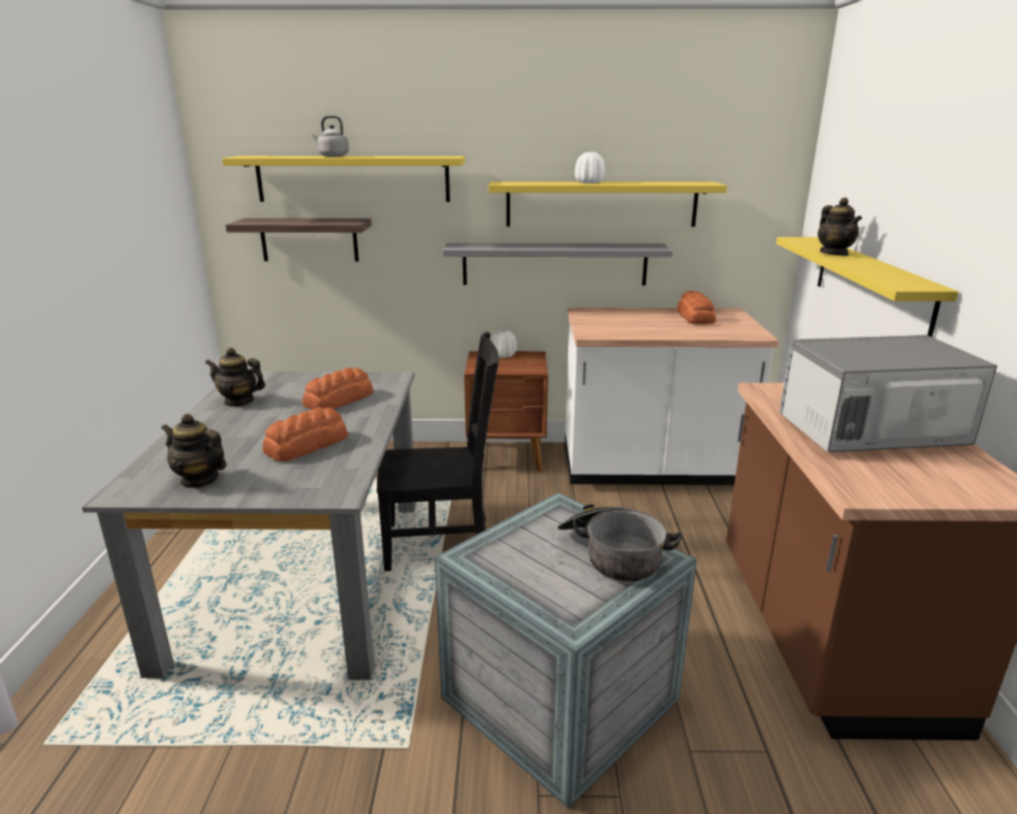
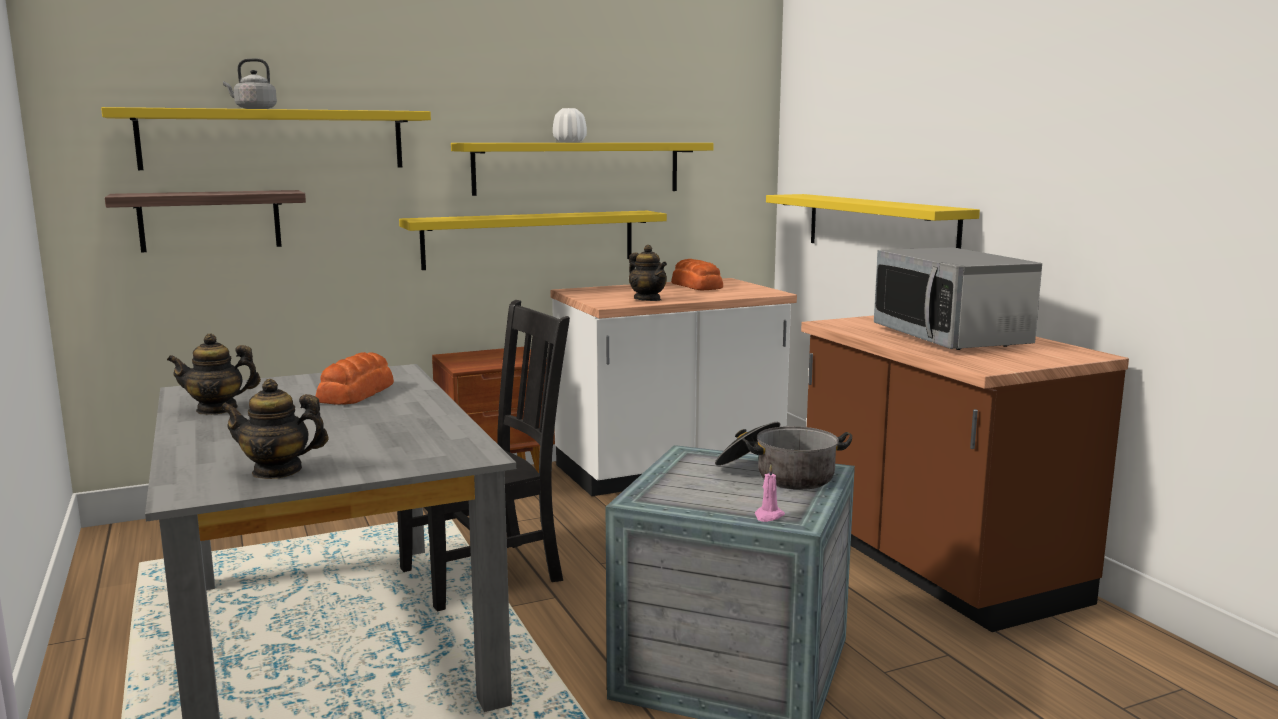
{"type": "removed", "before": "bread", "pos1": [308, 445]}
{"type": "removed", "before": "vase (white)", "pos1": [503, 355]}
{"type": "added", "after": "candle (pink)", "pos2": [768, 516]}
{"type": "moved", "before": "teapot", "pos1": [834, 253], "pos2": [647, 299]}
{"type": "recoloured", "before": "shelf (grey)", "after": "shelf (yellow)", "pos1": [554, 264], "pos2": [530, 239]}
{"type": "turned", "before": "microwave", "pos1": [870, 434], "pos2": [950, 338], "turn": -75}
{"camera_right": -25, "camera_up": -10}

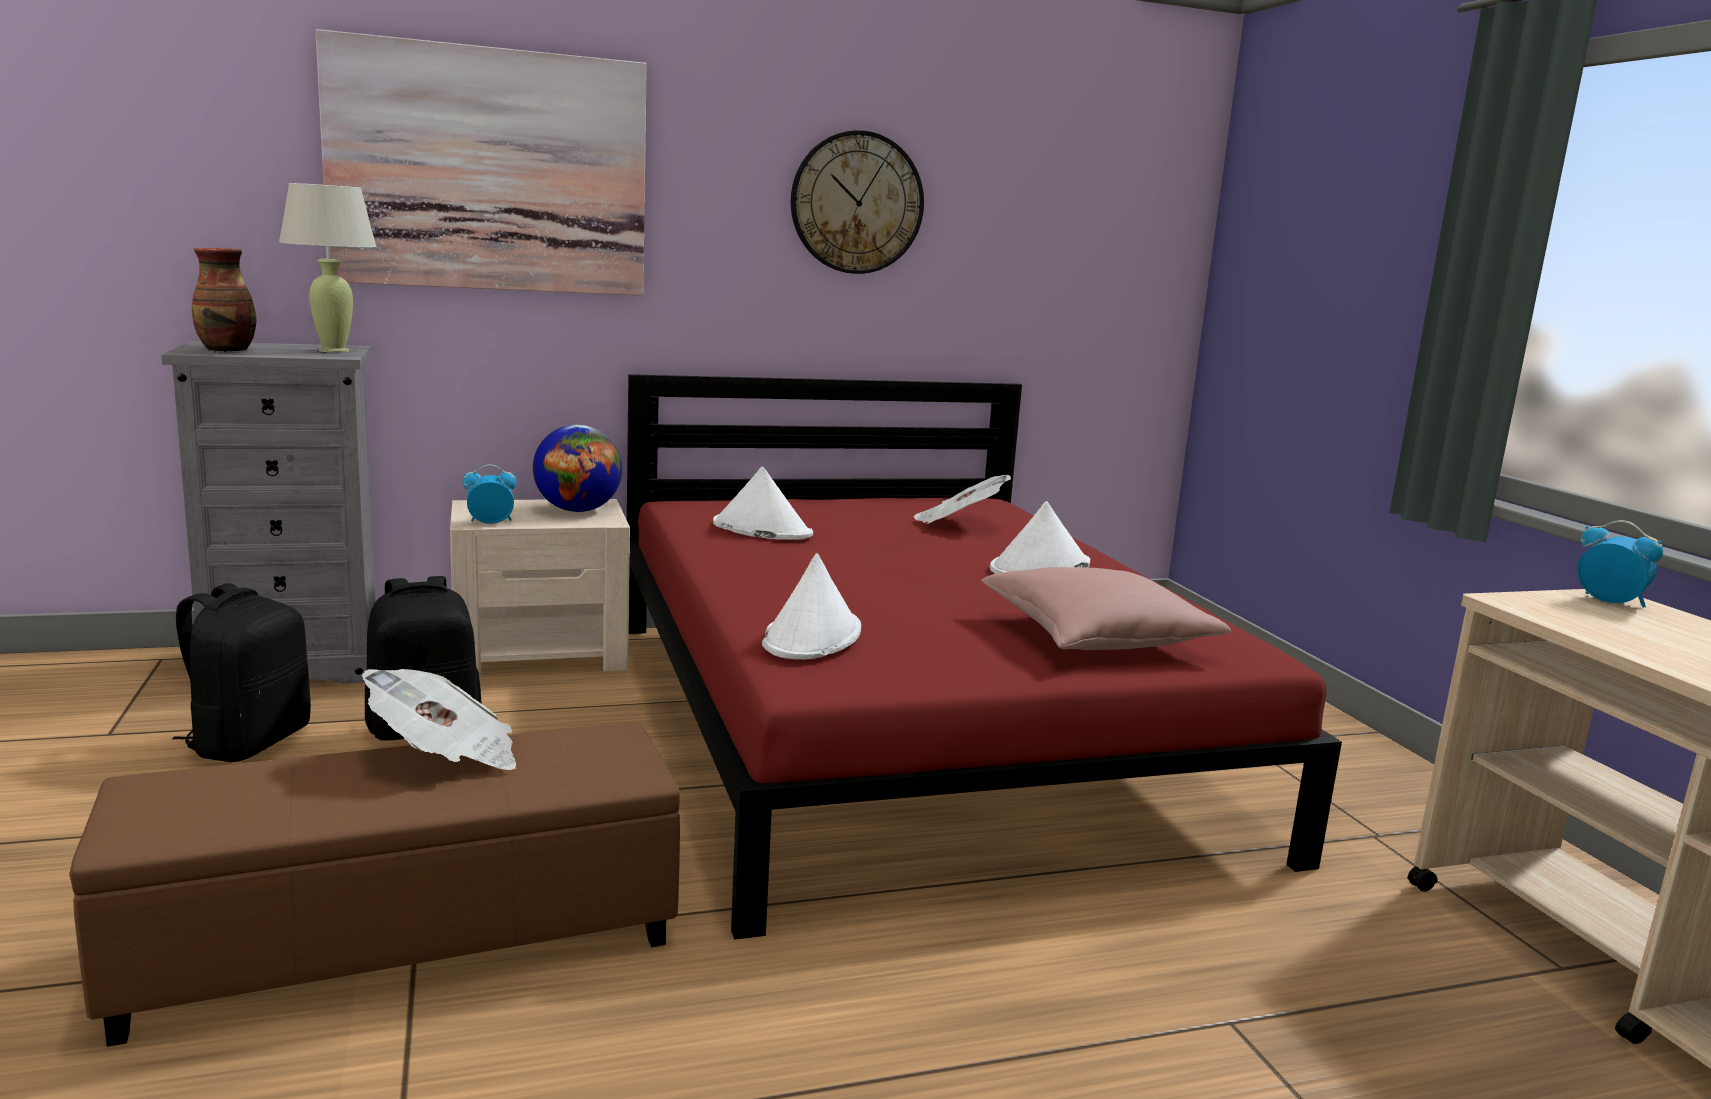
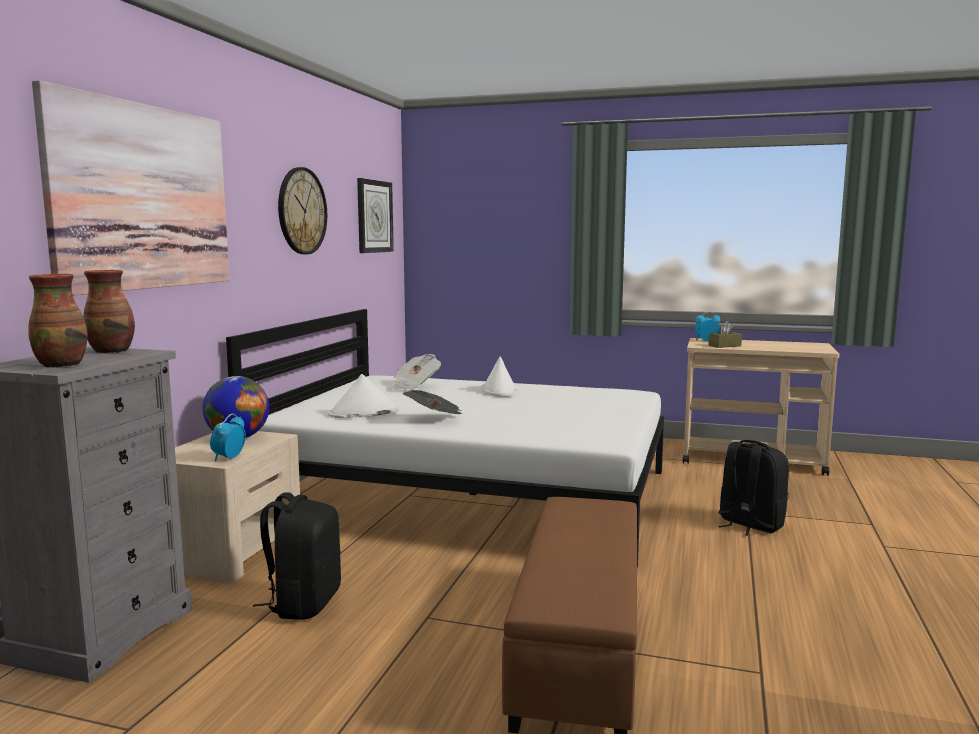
{"type": "removed", "before": "hat (white)", "pos1": [812, 637]}
{"type": "removed", "before": "pillow (pink)", "pos1": [1096, 638]}
{"type": "added", "after": "wall clock", "pos2": [374, 216]}
{"type": "added", "after": "tissue box (brown)", "pos2": [724, 346]}
{"type": "moved", "before": "backpack (black)", "pos1": [248, 742], "pos2": [749, 524]}
{"type": "moved", "before": "newspaper", "pos1": [446, 756], "pos2": [435, 419]}
{"type": "replaced", "before": "table lamp (beige)", "after": "vase", "pos1": [334, 350], "pos2": [112, 351]}
{"type": "recoloured", "before": "bed (red)", "after": "bed (white)", "pos1": [908, 726], "pos2": [469, 493]}
{"camera_right": -55, "camera_up": -5}

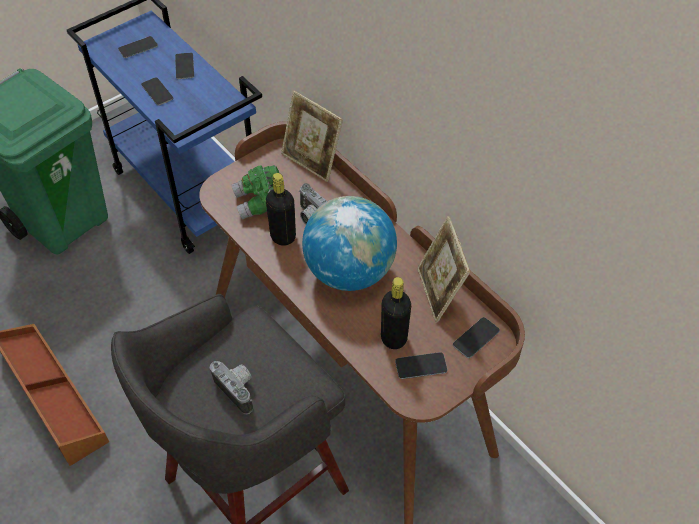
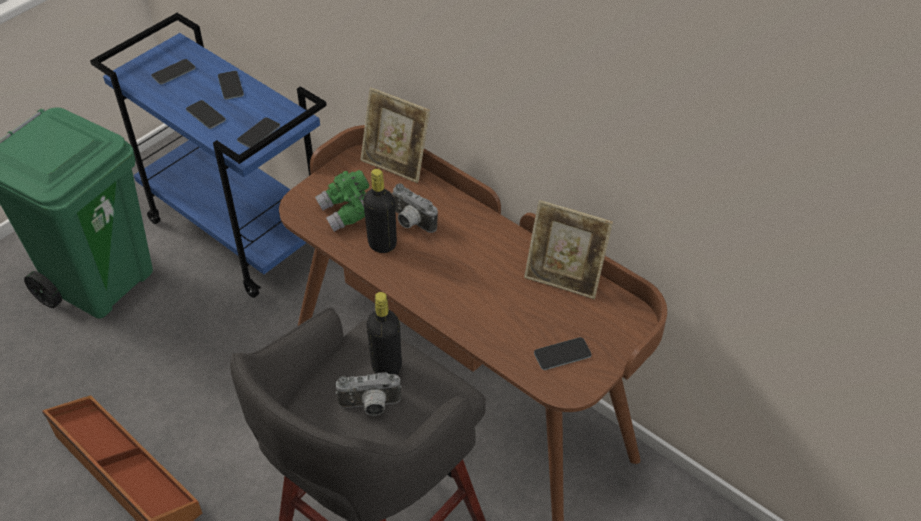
{"type": "removed", "before": "globe", "pos1": [349, 272]}
{"type": "moved", "before": "bottle (black)", "pos1": [394, 338], "pos2": [386, 367]}
{"type": "moved", "before": "phone", "pos1": [476, 338], "pos2": [258, 133]}
{"type": "turned", "before": "photo camera", "pos1": [238, 390], "pos2": [370, 407], "turn": 135}
{"type": "turned", "before": "picture frame", "pos1": [439, 293], "pos2": [564, 279], "turn": -45}
{"camera_right": -10, "camera_up": -5}

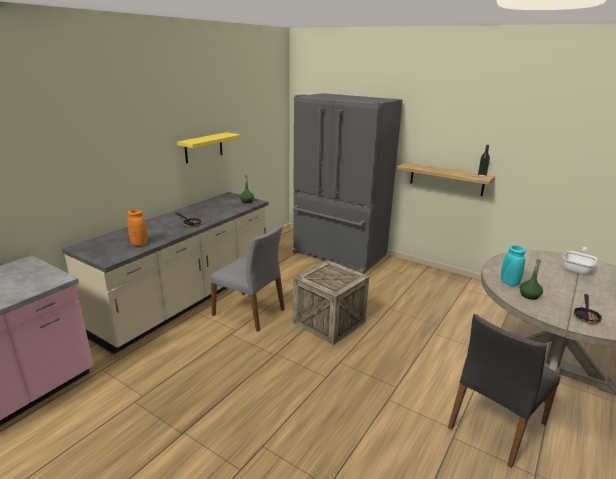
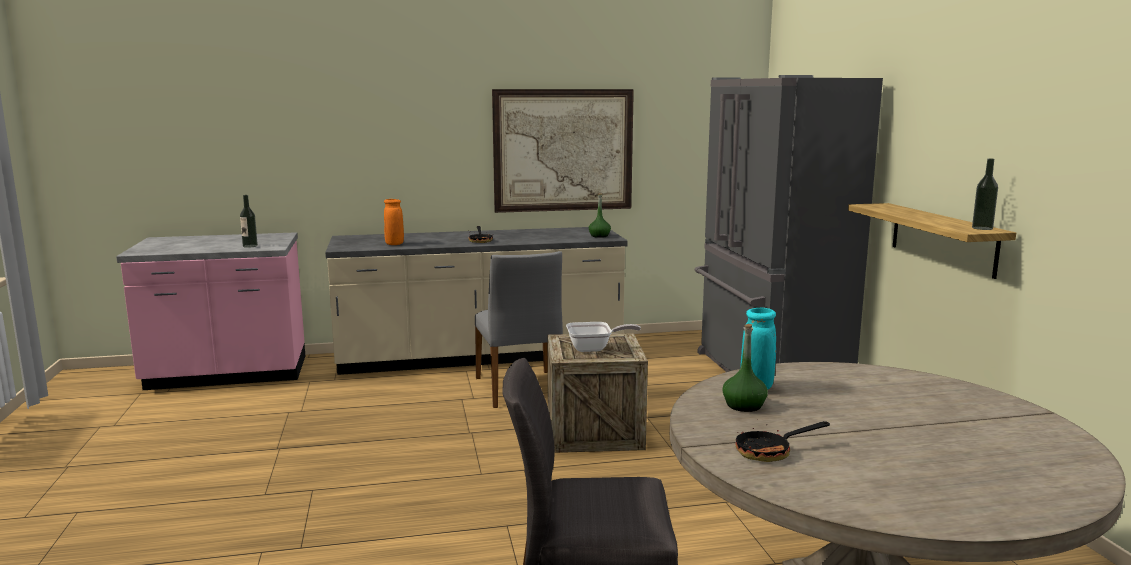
{"type": "added", "after": "bottle", "pos2": [250, 246]}
{"type": "moved", "before": "frying pan", "pos1": [577, 269], "pos2": [594, 348]}
{"type": "replaced", "before": "shelf (yellow)", "after": "picture", "pos1": [203, 147], "pos2": [563, 150]}
{"camera_right": 45, "camera_up": -10}

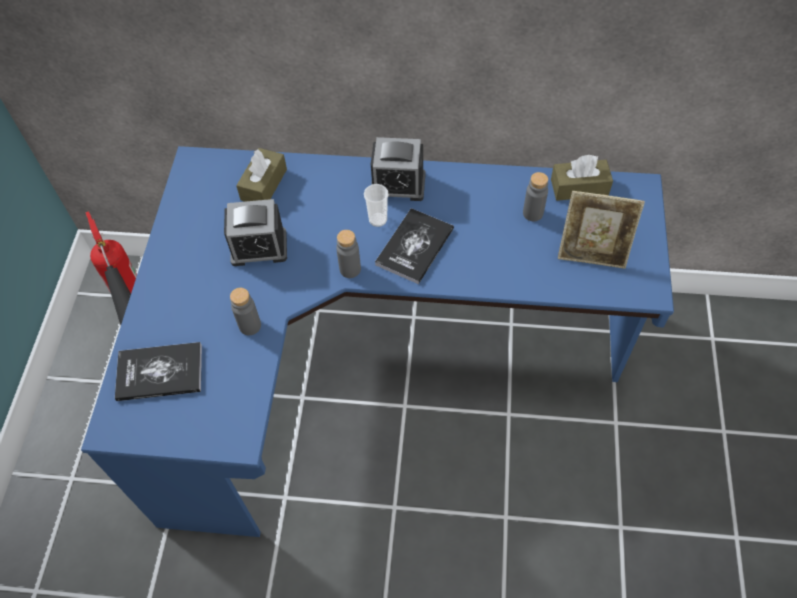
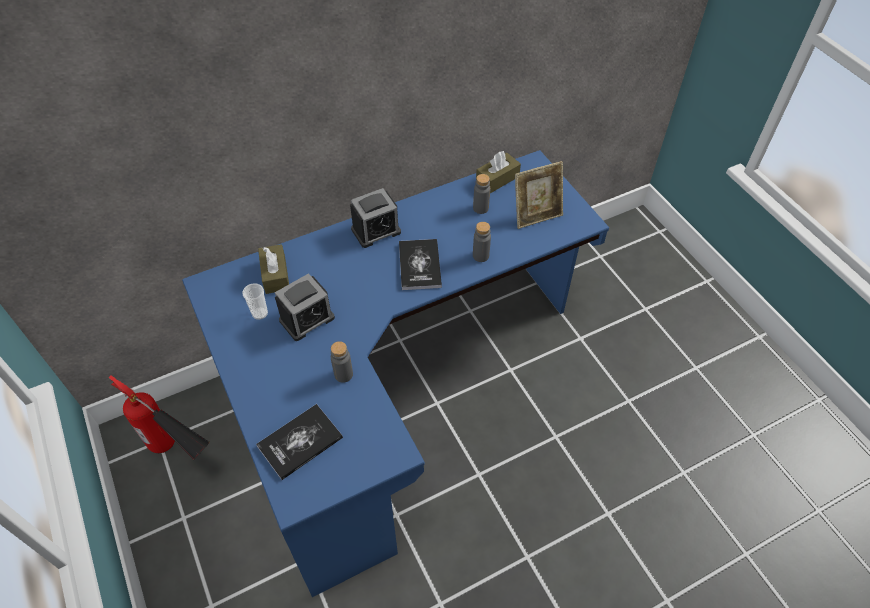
{"type": "moved", "before": "bottle (grey)", "pos1": [350, 269], "pos2": [480, 256]}
{"type": "moved", "before": "cup", "pos1": [378, 220], "pos2": [260, 313]}
{"camera_right": -35, "camera_up": -5}

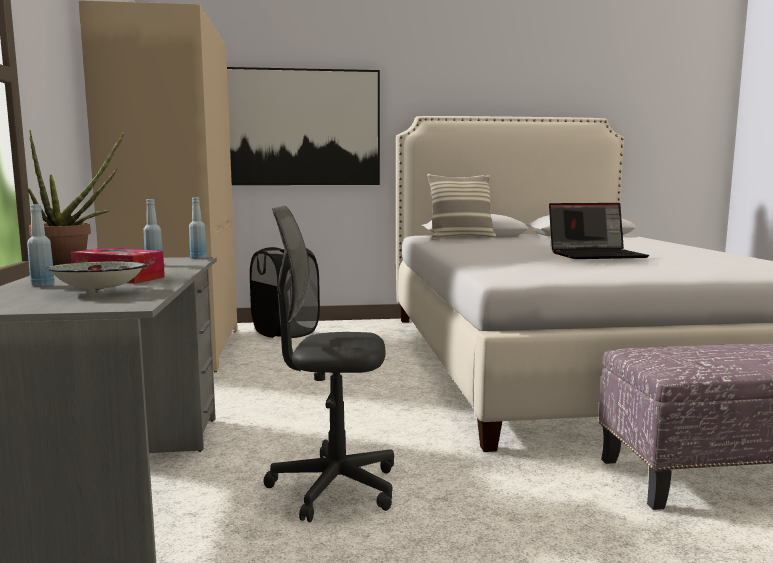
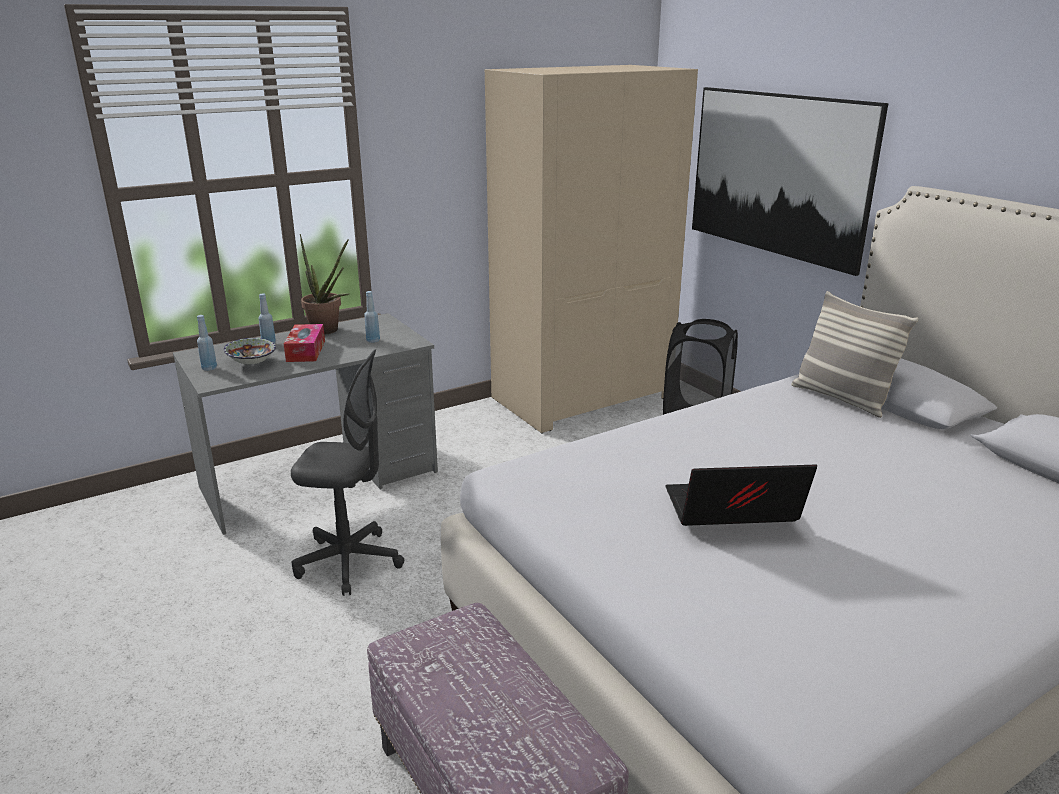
{"type": "moved", "before": "bottle (blue)", "pos1": [198, 258], "pos2": [209, 368]}
{"type": "turned", "before": "office chair (grey)", "pos1": [334, 487], "pos2": [349, 562], "turn": 120}
{"type": "turned", "before": "laptop", "pos1": [596, 255], "pos2": [730, 511], "turn": 120}
{"camera_right": 65, "camera_up": 15}

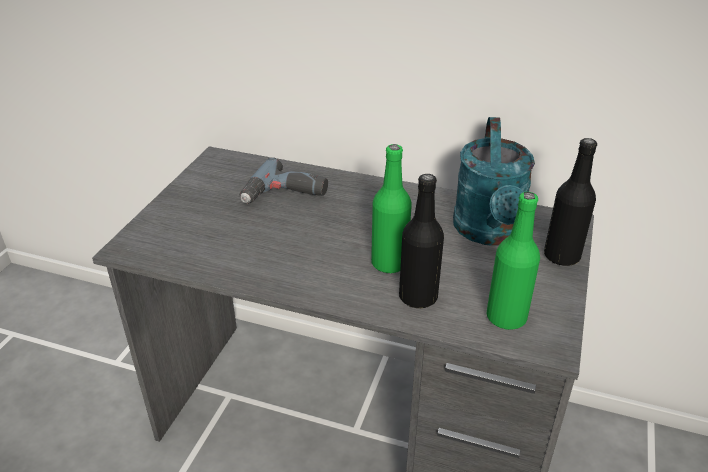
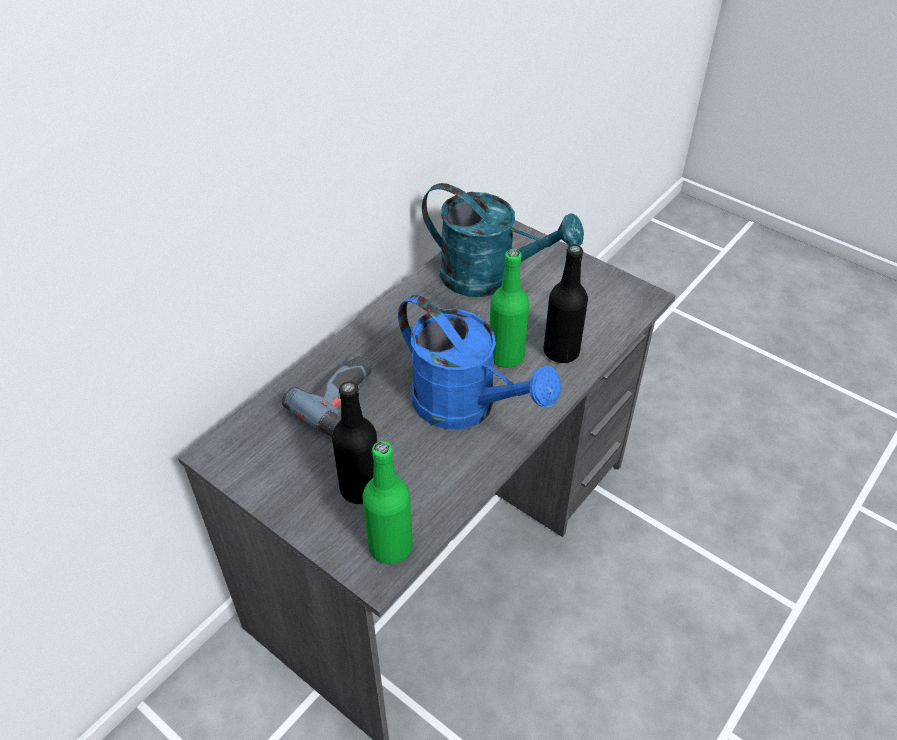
{"type": "added", "after": "watering can (blue)", "pos2": [466, 407]}
{"type": "moved", "before": "bottle (green)", "pos1": [506, 317], "pos2": [390, 547]}
{"type": "moved", "before": "bottle (black)", "pos1": [561, 256], "pos2": [360, 488]}
{"camera_right": -70, "camera_up": 10}

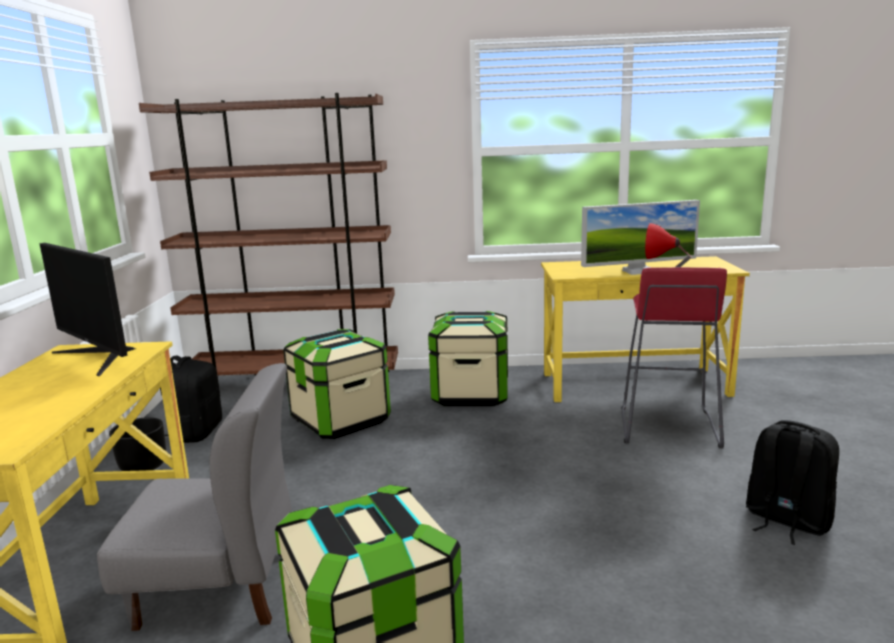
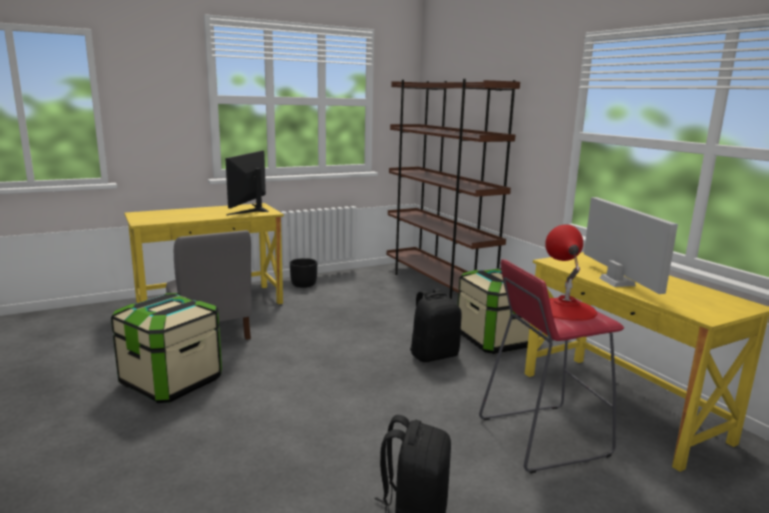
{"type": "removed", "before": "storage box", "pos1": [341, 420]}
{"type": "moved", "before": "backpack (black)", "pos1": [196, 432], "pos2": [434, 355]}
{"type": "turned", "before": "monitor", "pos1": [638, 271], "pos2": [617, 282], "turn": -150}
{"camera_right": 60, "camera_up": 0}

